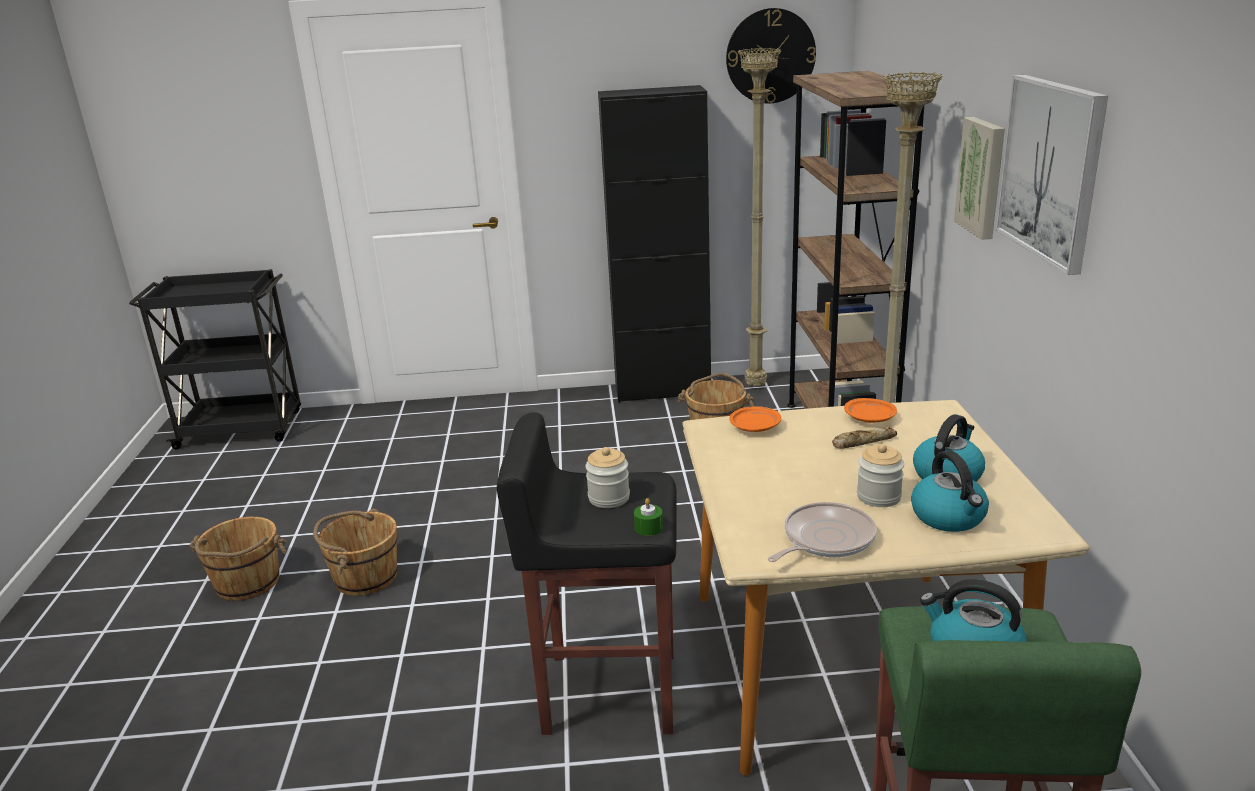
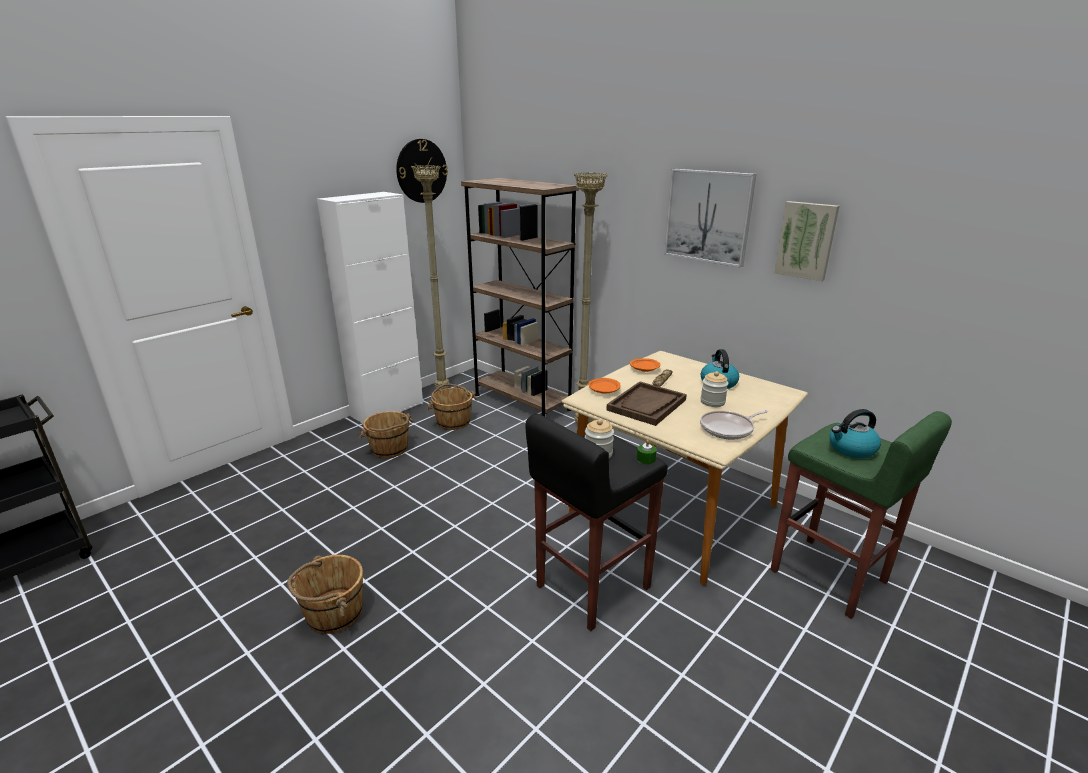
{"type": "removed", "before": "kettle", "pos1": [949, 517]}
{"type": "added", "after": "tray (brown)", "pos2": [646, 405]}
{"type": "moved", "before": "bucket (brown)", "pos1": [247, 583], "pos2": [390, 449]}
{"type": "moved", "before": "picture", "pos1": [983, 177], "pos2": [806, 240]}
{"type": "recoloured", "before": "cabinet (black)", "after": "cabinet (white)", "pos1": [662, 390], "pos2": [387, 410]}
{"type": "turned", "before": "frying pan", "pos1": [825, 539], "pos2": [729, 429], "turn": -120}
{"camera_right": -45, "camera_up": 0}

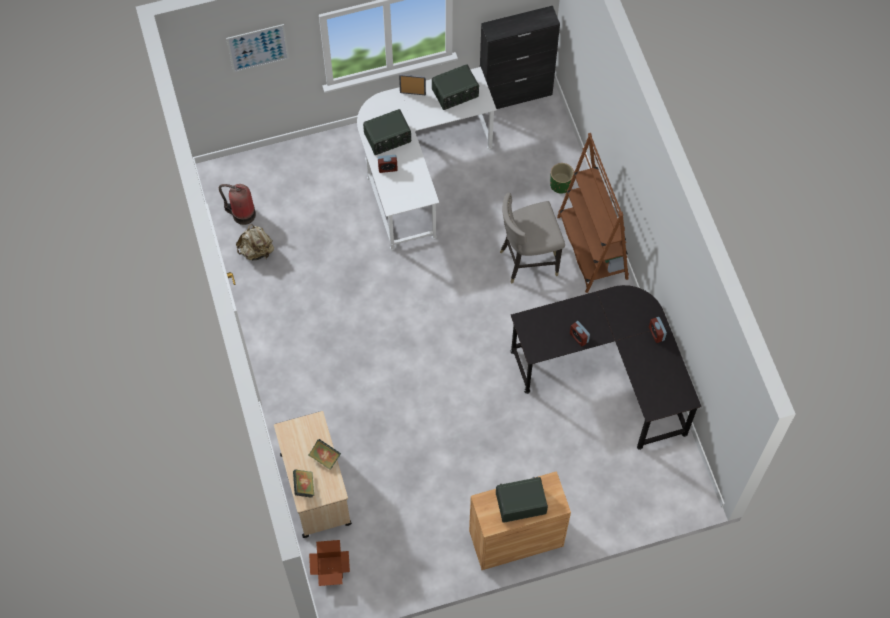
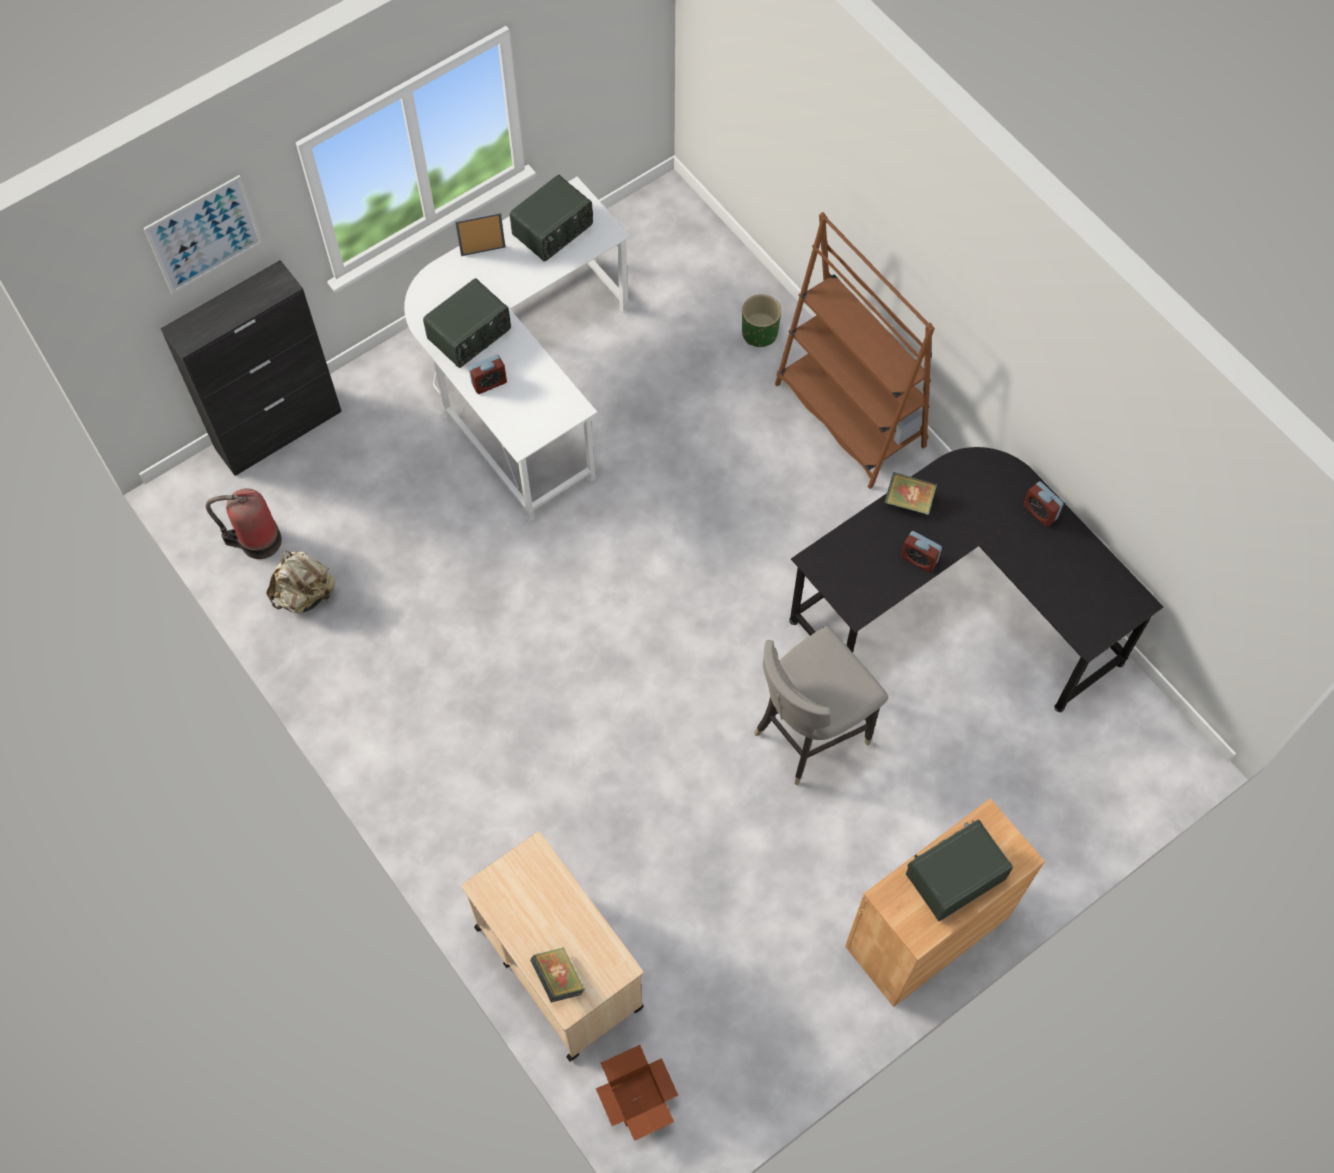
{"type": "moved", "before": "book", "pos1": [325, 457], "pos2": [908, 501]}
{"type": "moved", "before": "cabinet (black)", "pos1": [516, 94], "pos2": [279, 429]}
{"type": "moved", "before": "stool (grey)", "pos1": [527, 261], "pos2": [808, 734]}
{"camera_right": -20, "camera_up": 0}

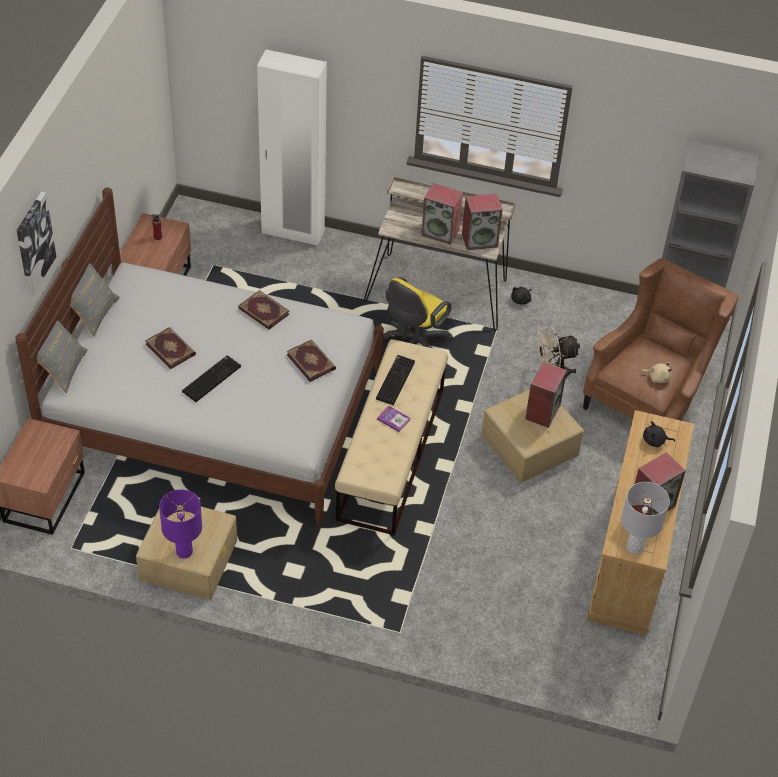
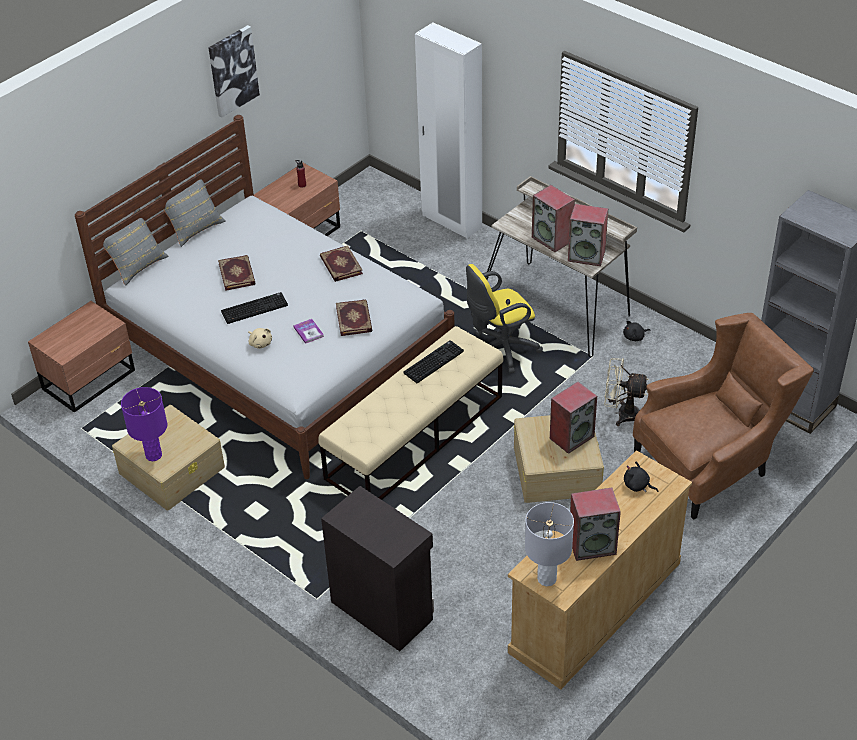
{"type": "added", "after": "cabinet (black)", "pos2": [382, 609]}
{"type": "moved", "before": "picture", "pos1": [34, 243], "pos2": [232, 70]}
{"type": "moved", "before": "book", "pos1": [393, 419], "pos2": [308, 332]}
{"type": "moved", "before": "plush toy (beige)", "pos1": [657, 377], "pos2": [260, 343]}
{"camera_right": 30, "camera_up": -5}

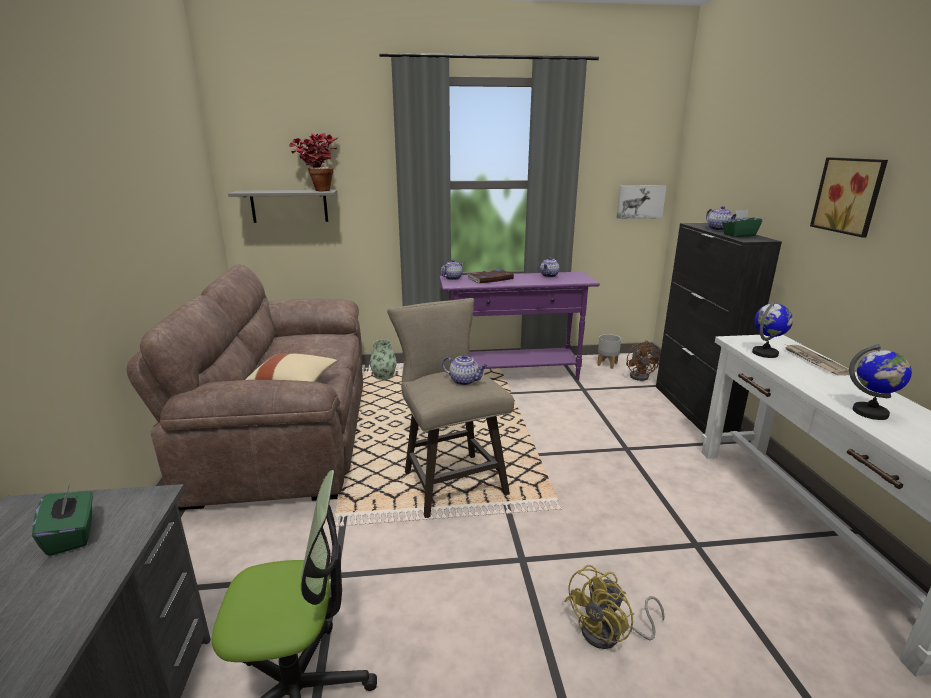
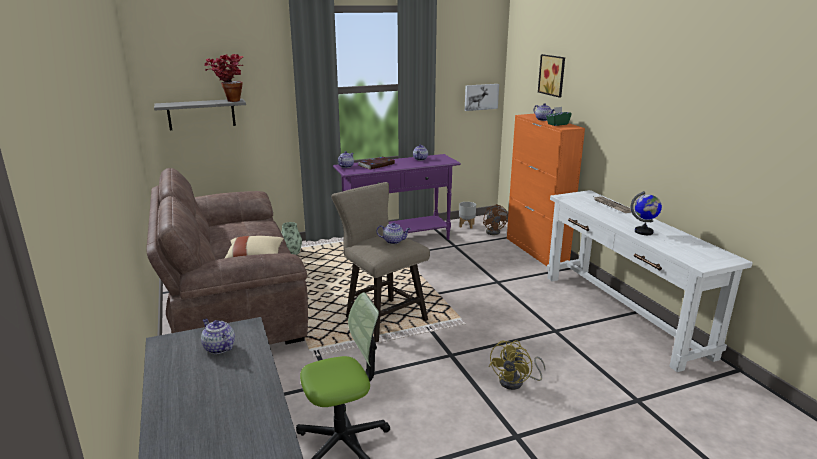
{"type": "removed", "before": "globe", "pos1": [765, 353]}
{"type": "moved", "before": "picture", "pos1": [850, 195], "pos2": [553, 75]}
{"type": "replaced", "before": "tissue box (green)", "after": "teapot", "pos1": [72, 535], "pos2": [218, 348]}
{"type": "recoloured", "before": "cabinet (black)", "after": "cabinet (orange)", "pos1": [694, 408], "pos2": [536, 250]}
{"camera_right": -15, "camera_up": 0}

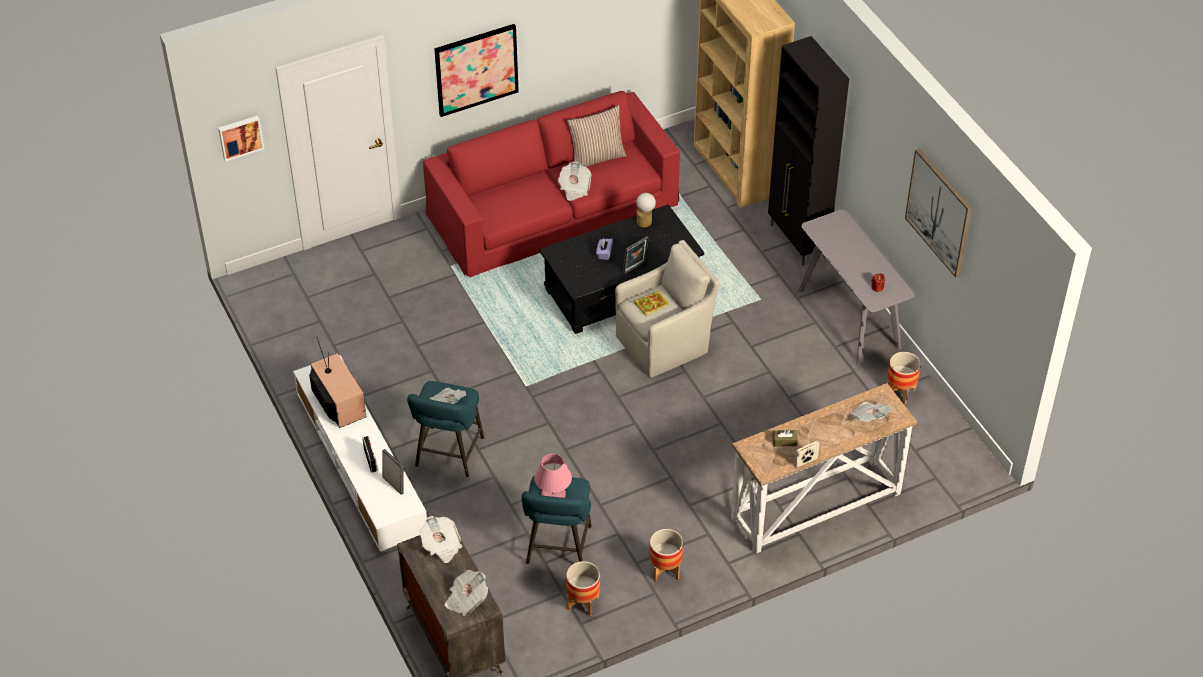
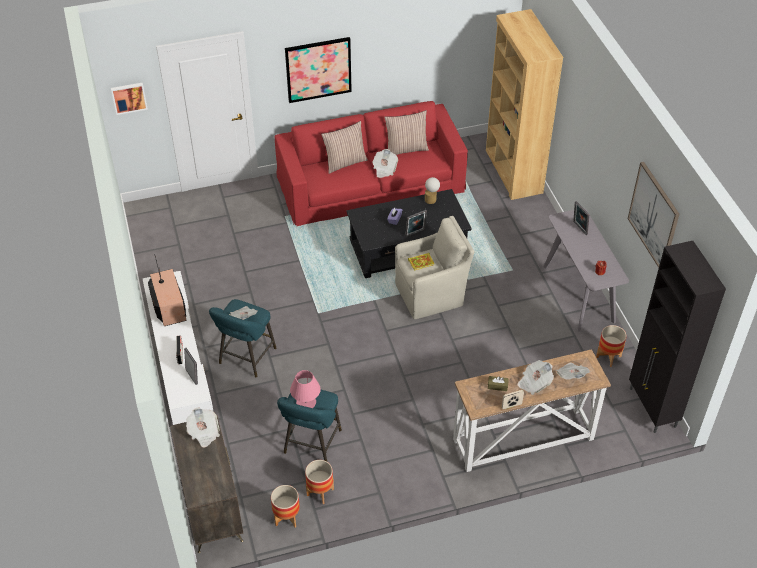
{"type": "added", "after": "pillow", "pos2": [345, 162]}
{"type": "added", "after": "picture frame", "pos2": [579, 228]}
{"type": "moved", "before": "newspaper", "pos1": [466, 599], "pos2": [534, 383]}
{"type": "moved", "before": "planter", "pos1": [665, 570], "pos2": [287, 518]}
{"type": "moved", "before": "cabinet (black)", "pos1": [797, 241], "pos2": [652, 408]}
{"camera_right": 10, "camera_up": 0}

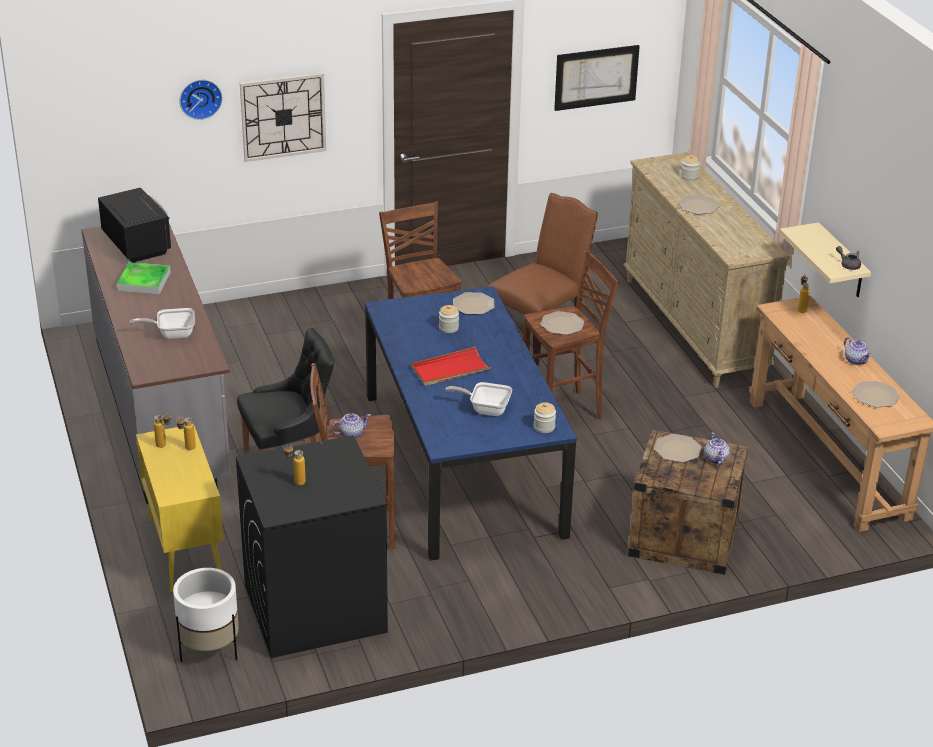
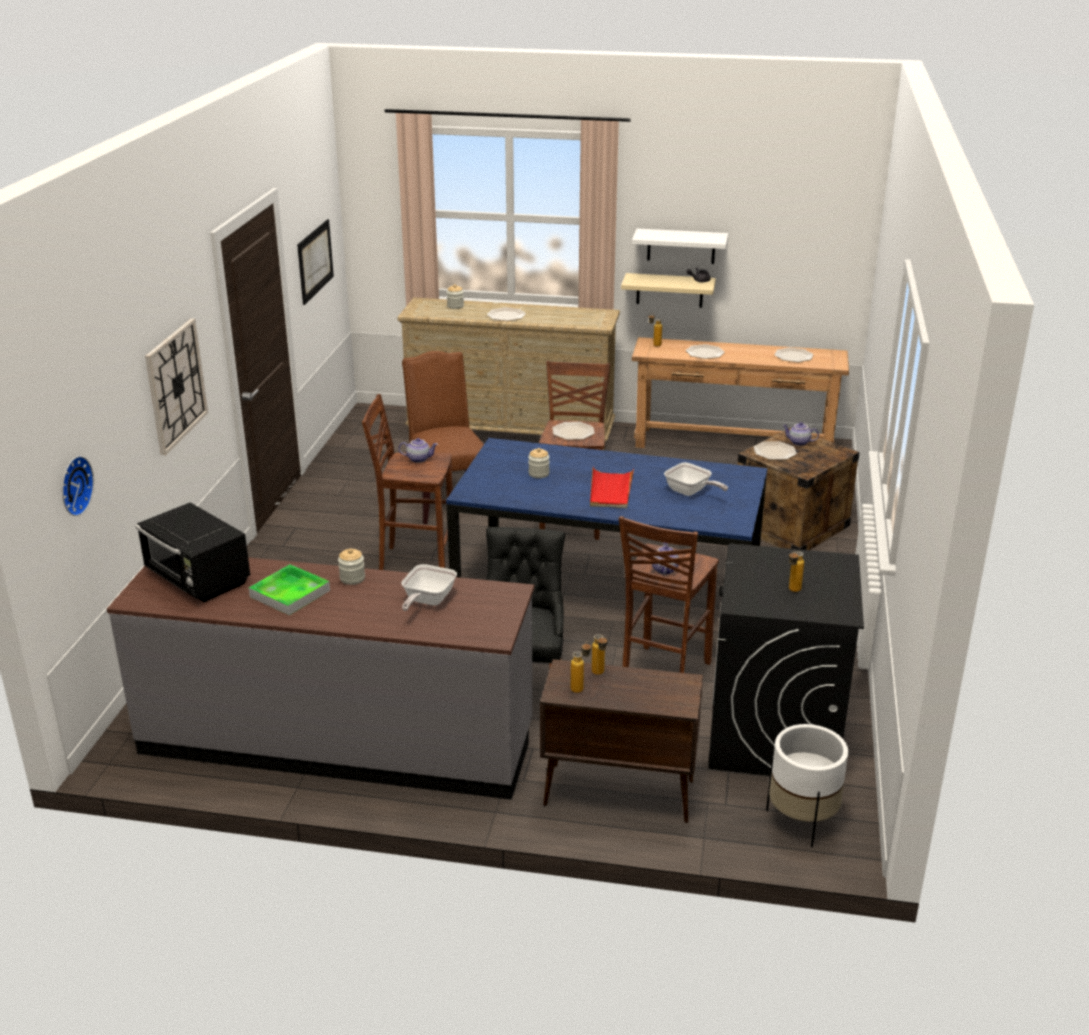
{"type": "added", "after": "shelf (white)", "pos2": [681, 246]}
{"type": "moved", "before": "wall clock", "pos1": [200, 98], "pos2": [73, 485]}
{"type": "moved", "before": "plate", "pos1": [473, 304], "pos2": [704, 353]}
{"type": "moved", "before": "jar", "pos1": [544, 427], "pos2": [352, 578]}
{"type": "moved", "before": "teapot", "pos1": [856, 360], "pos2": [419, 459]}
{"type": "recoloured", "before": "cabinet (yellow)", "after": "cabinet (brown)", "pos1": [184, 549], "pos2": [617, 793]}
{"type": "turned", "before": "microwave (black)", "pos1": [137, 244], "pos2": [197, 579], "turn": -135}
{"type": "turned", "before": "frying pan", "pos1": [485, 409], "pos2": [690, 492], "turn": -90}
{"camera_right": -60, "camera_up": -5}

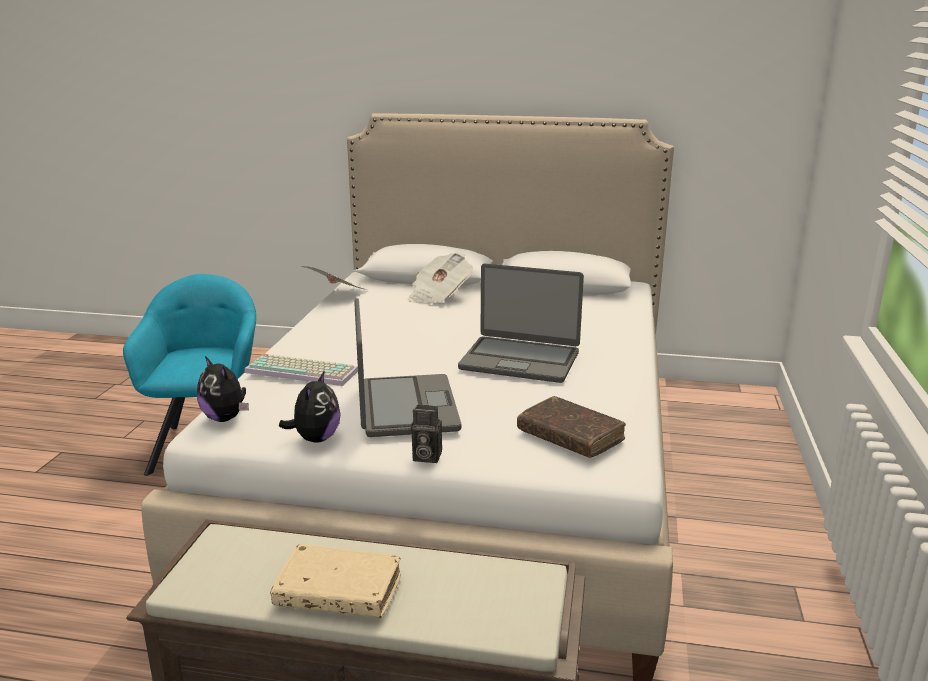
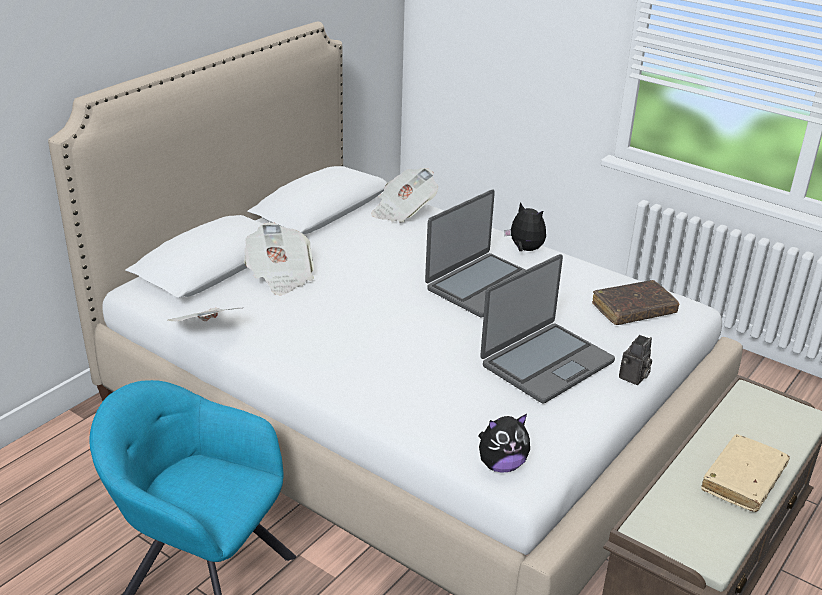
{"type": "removed", "before": "keyboard", "pos1": [304, 371]}
{"type": "added", "after": "newspaper", "pos2": [403, 211]}
{"type": "moved", "before": "plush toy", "pos1": [315, 439], "pos2": [525, 250]}
{"type": "turned", "before": "laptop", "pos1": [405, 407], "pos2": [546, 363], "turn": 120}
{"camera_right": -65, "camera_up": 10}

